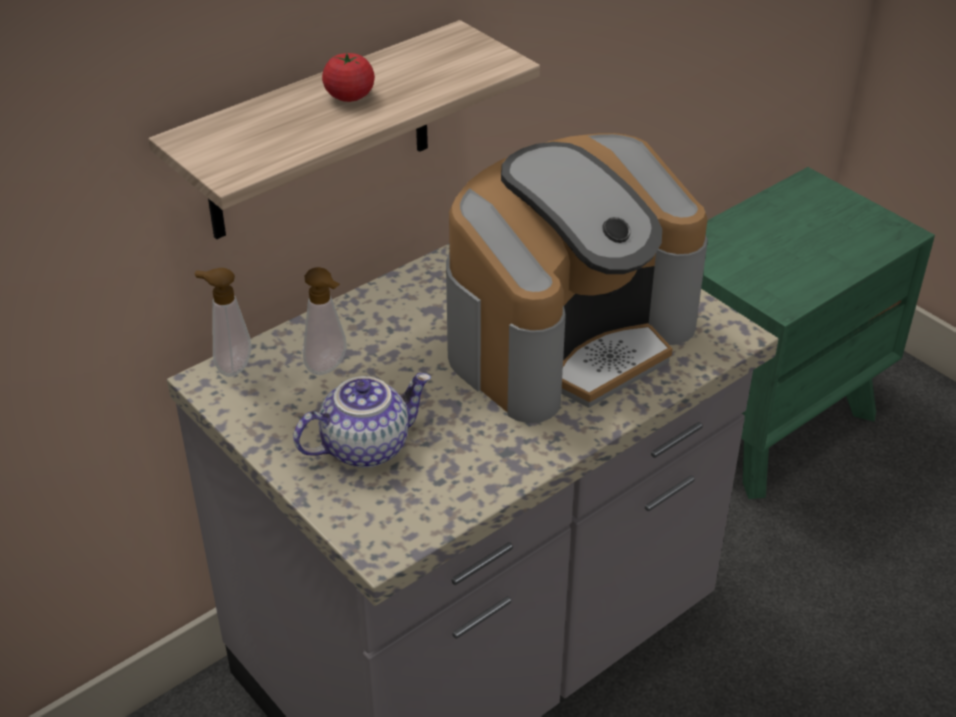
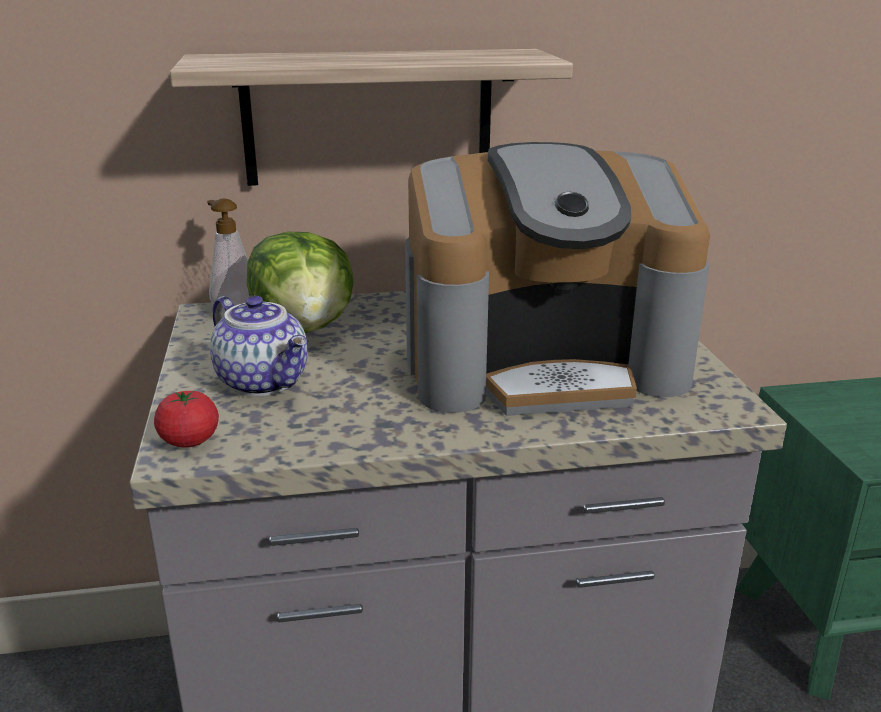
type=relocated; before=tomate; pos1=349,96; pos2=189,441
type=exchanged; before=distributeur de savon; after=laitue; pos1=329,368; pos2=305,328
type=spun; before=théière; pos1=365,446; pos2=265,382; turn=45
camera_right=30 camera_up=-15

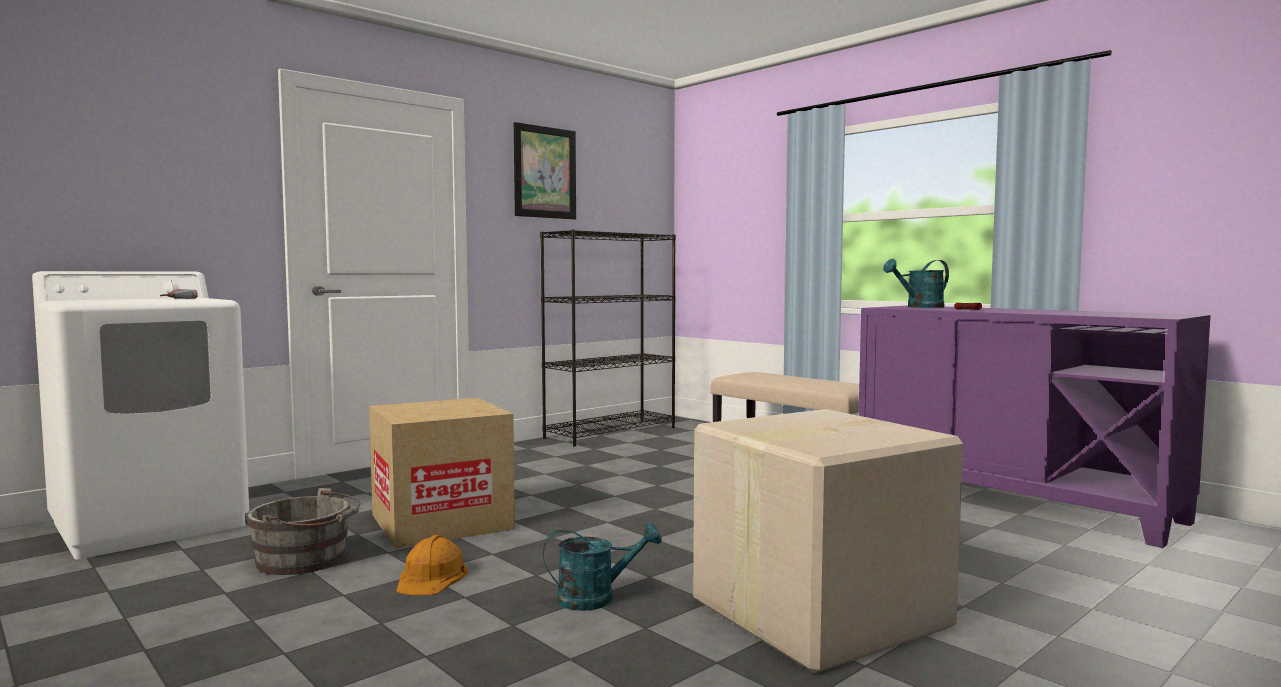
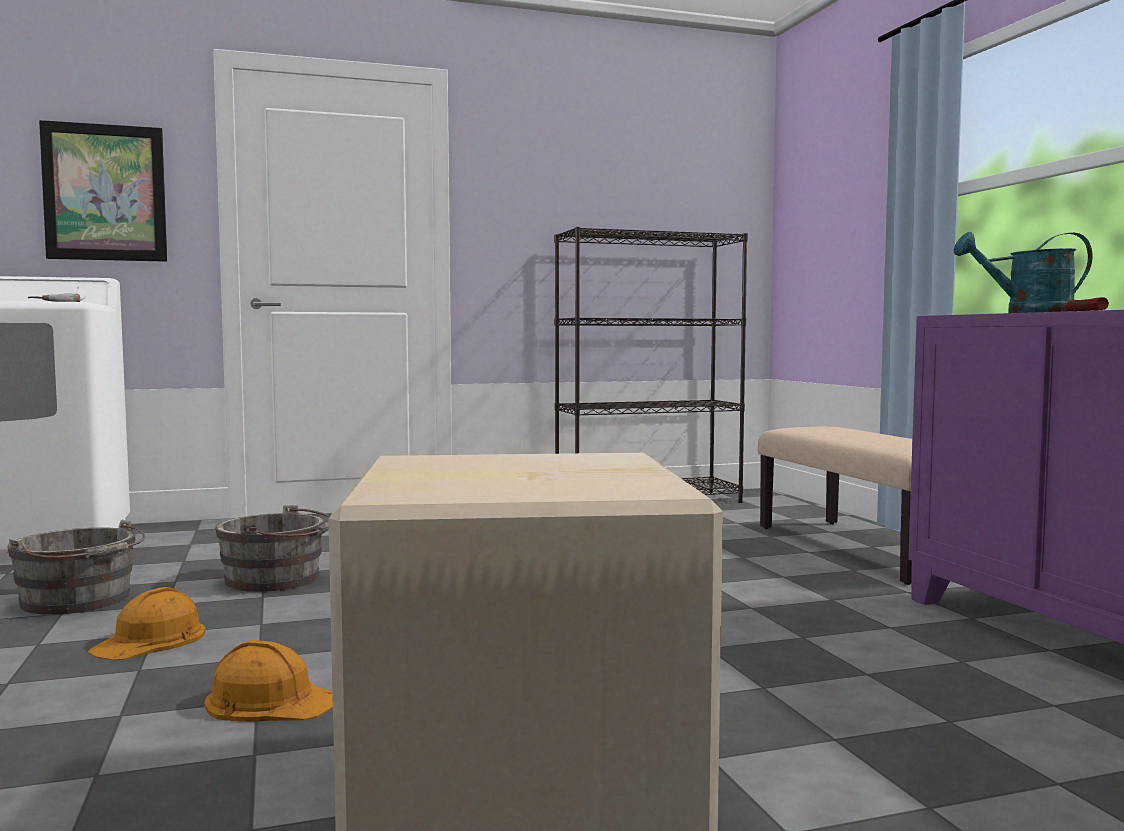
type=relocated; before=tableau; pos1=545,172; pos2=105,193
type=exchanged; before=carton; after=seau/gris; pos1=441,521; pos2=278,579
type=exchanged; before=arrosoir/turquoise; after=casque de chantier/orange; pos1=596,598; pos2=270,701
camera_right=25 camera_up=0

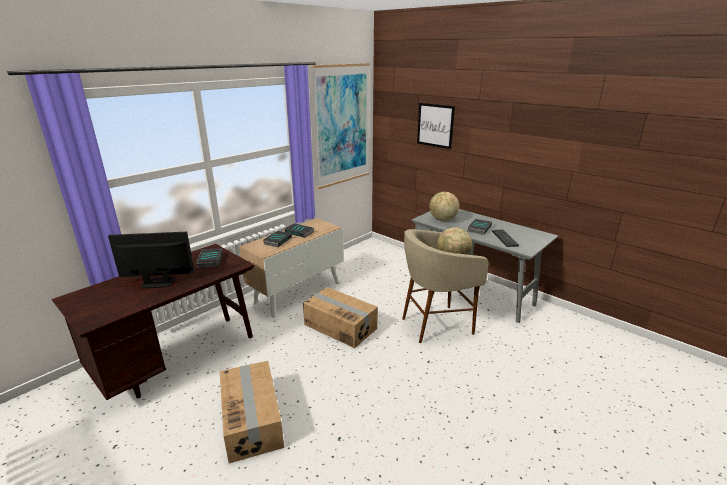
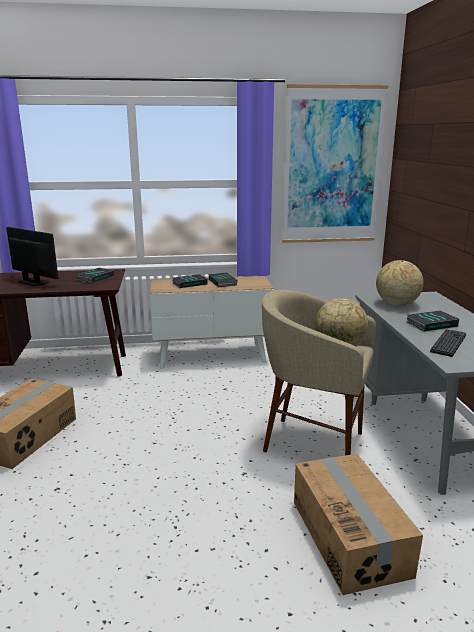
type=missing; before=tableau; pos1=435,125
type=relocated; before=carton; pos1=340,326; pos2=350,536
camera_right=40 camera_up=-5

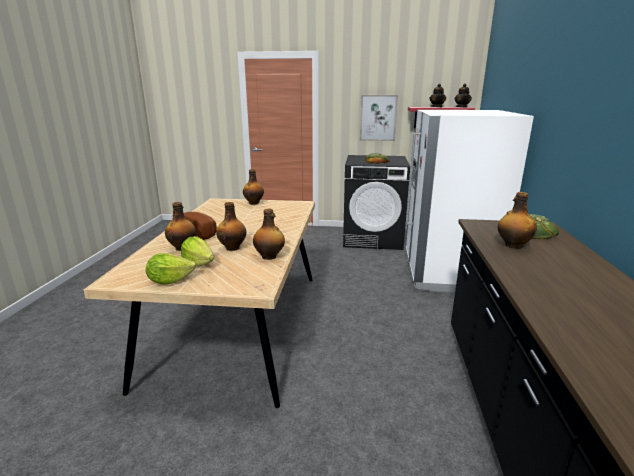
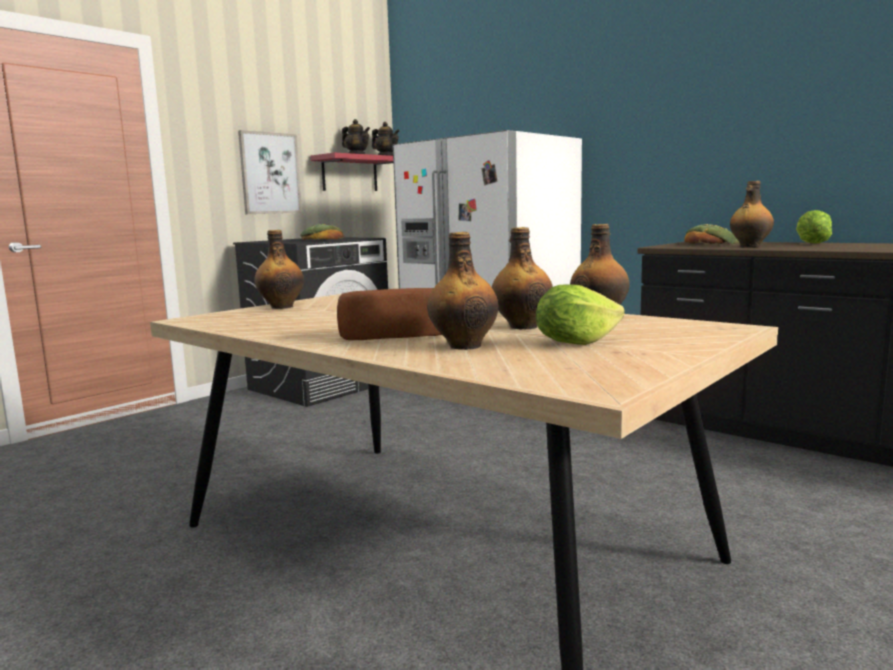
type=relocated; before=laitue; pos1=170,281; pos2=811,243
camera_right=-55 camera_up=-10

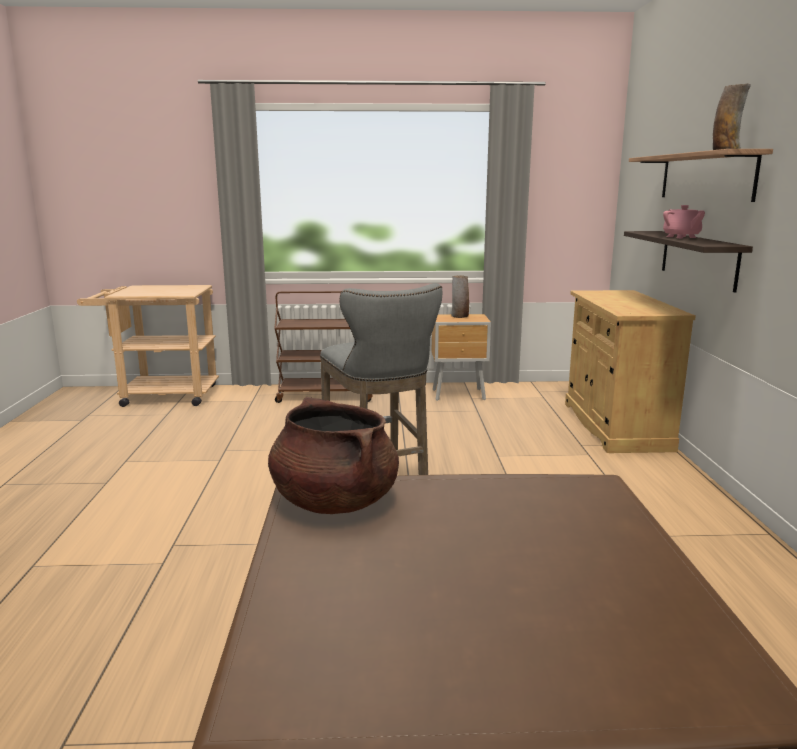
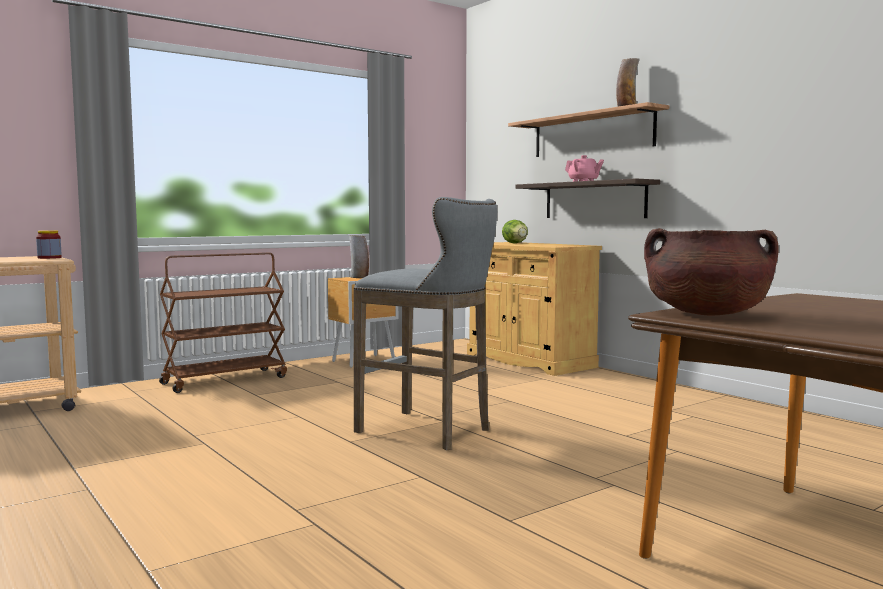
type=appeared; after=laitue; pos2=515,243
type=appeared; after=bocal; pos2=49,258
camera_right=-35 camera_up=-10

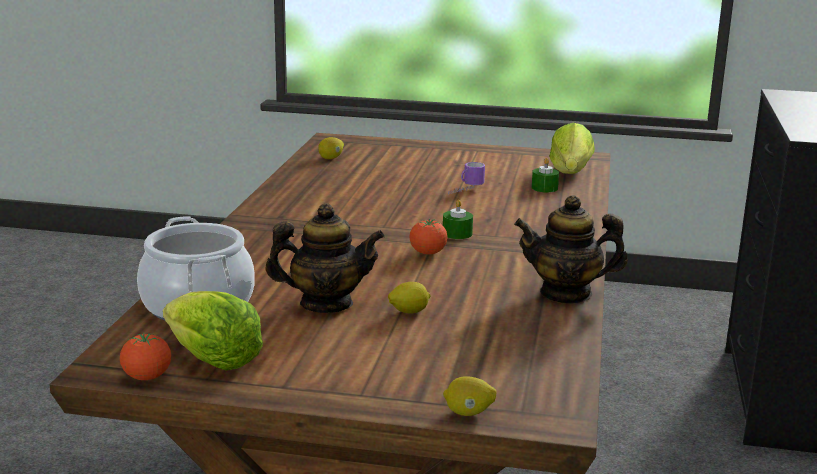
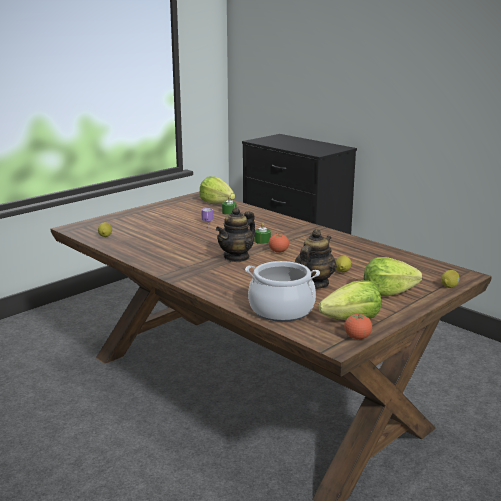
type=relocated; before=théière; pos1=566,293; pos2=236,257
type=appeared; after=laitue; pos2=388,293
camera_right=-55 camera_up=0

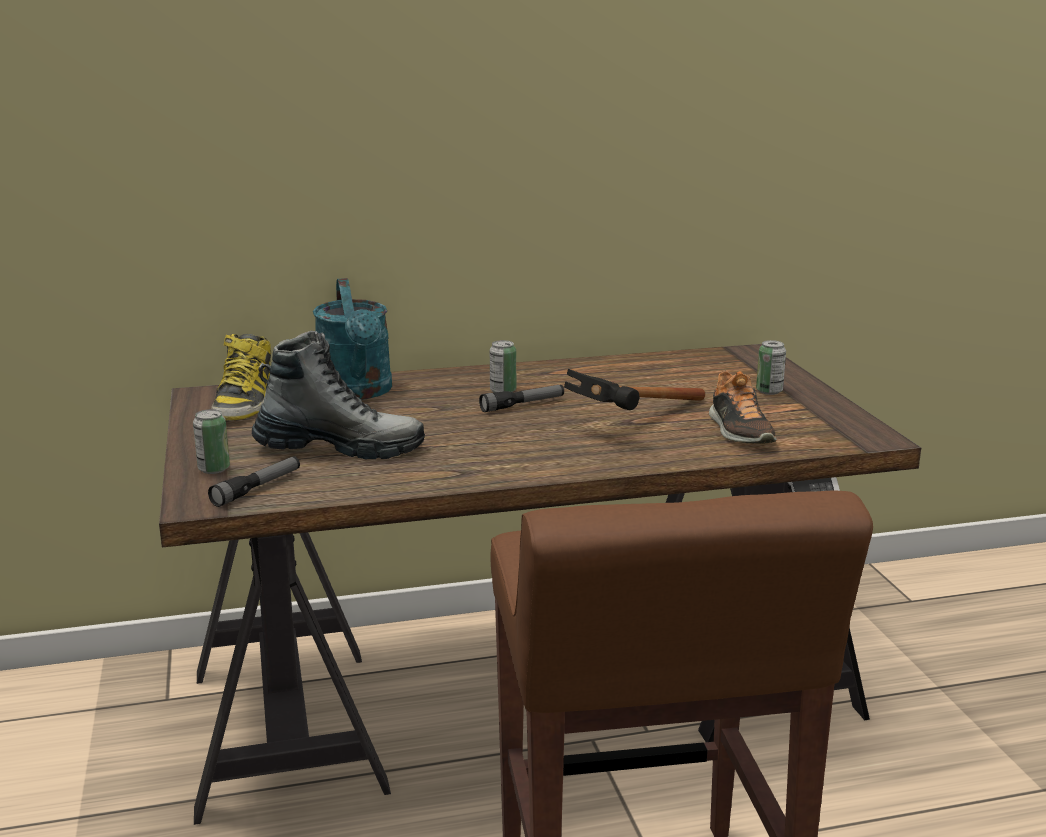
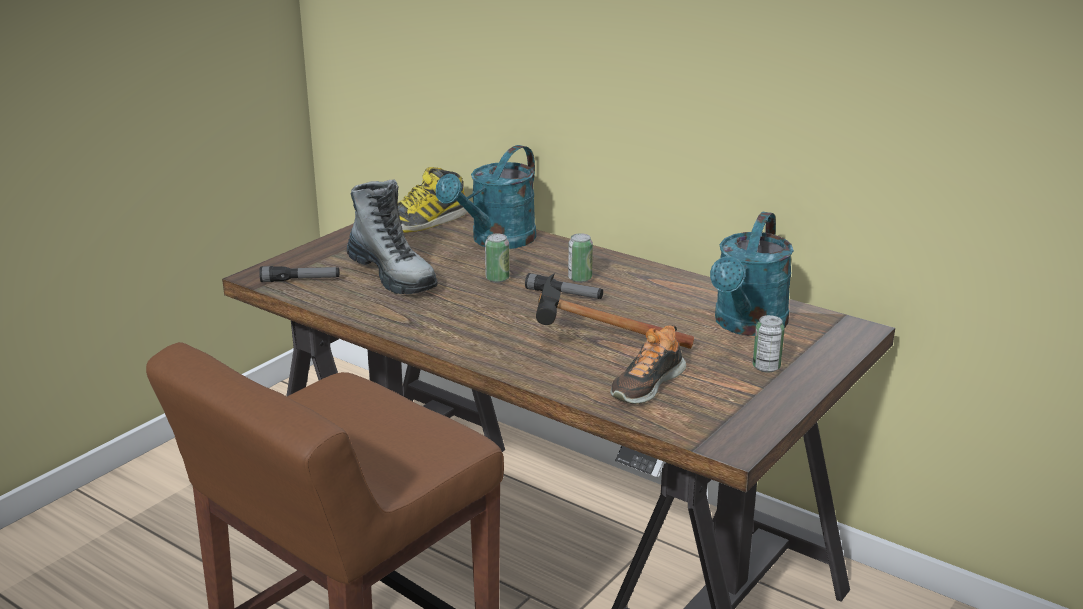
type=relocated; before=boîte métallique; pos1=214,469; pos2=497,279
type=appeared; after=arrosoir/turquoise; pos2=747,325
camera_right=50 camera_up=5

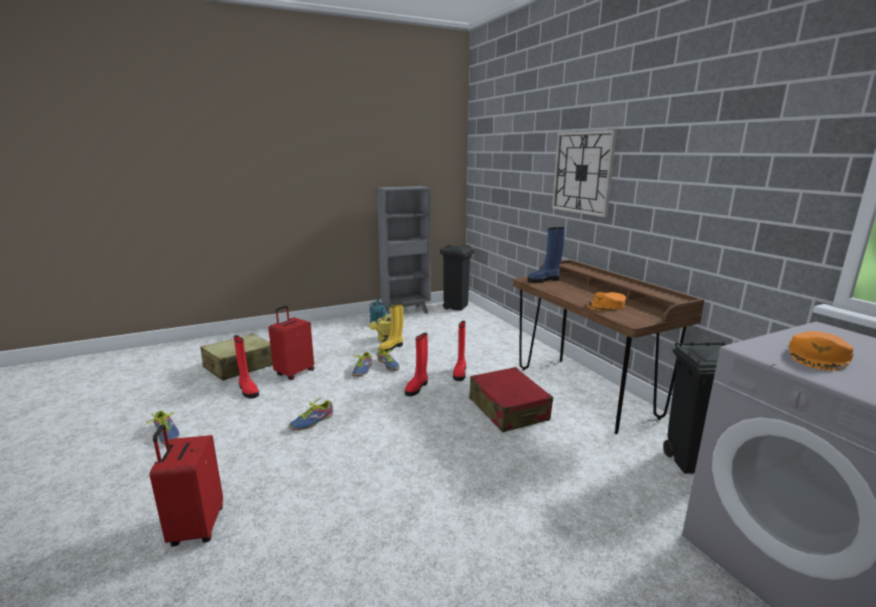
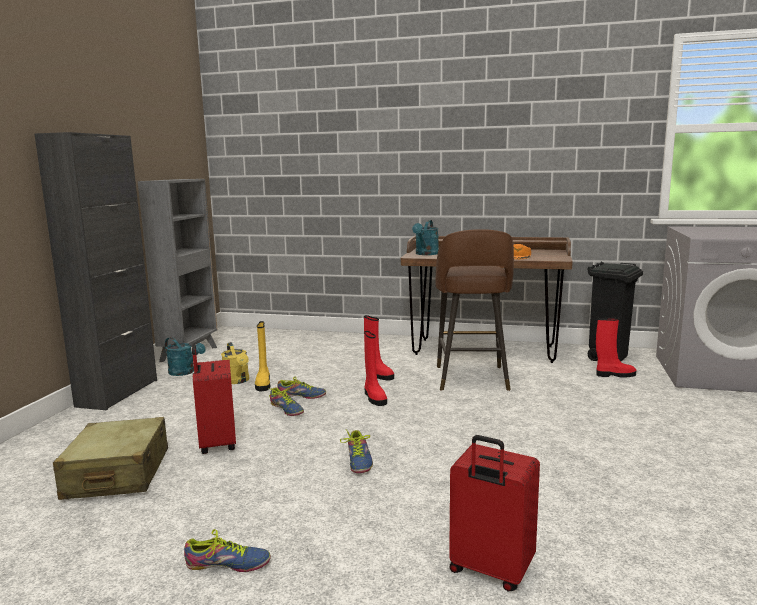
type=missing; before=horloge murale; pos1=582,172
type=exchanged; before=botte/bleu; after=arrosoir/turquoise; pos1=544,280; pos2=426,254
type=missing; before=poubelle/noir; pos1=456,307
type=missing; before=casquette/orange; pos1=819,357
type=relocated; before=botte/rouge; pos1=248,390; pos2=614,375
type=exchanged; before=valise/rouge; after=tabouret/marron; pos1=508,410; pos2=471,379
type=appeared; after=meuble de rangement/noir; pos2=117,393
camera_right=-50 camera_up=-5

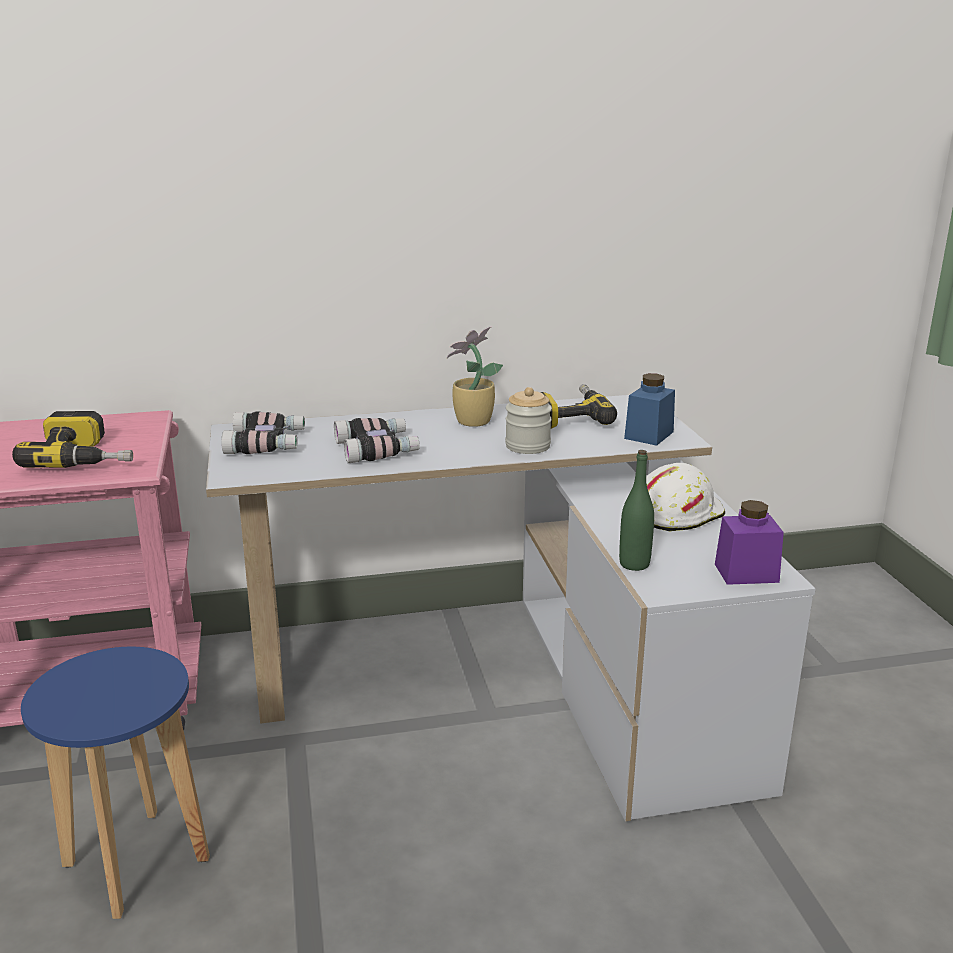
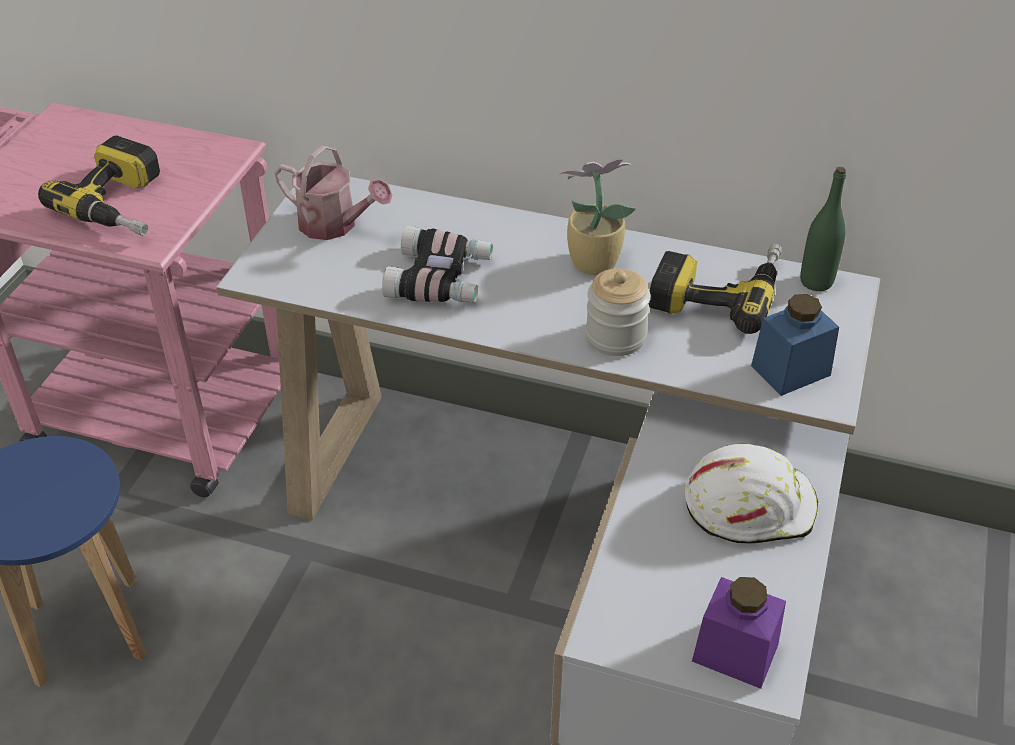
type=exchanged; before=jumelles; after=arrosoir; pos1=267,443; pos2=335,225
type=relocated; before=bouteille/vert; pos1=634,564; pos2=816,282
camera_right=30 camera_up=20

